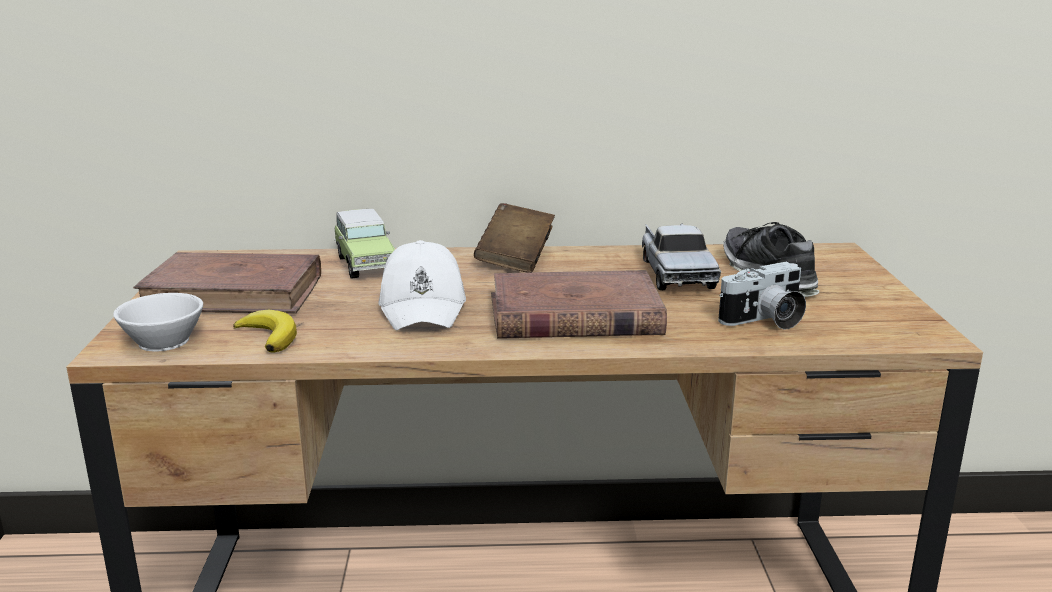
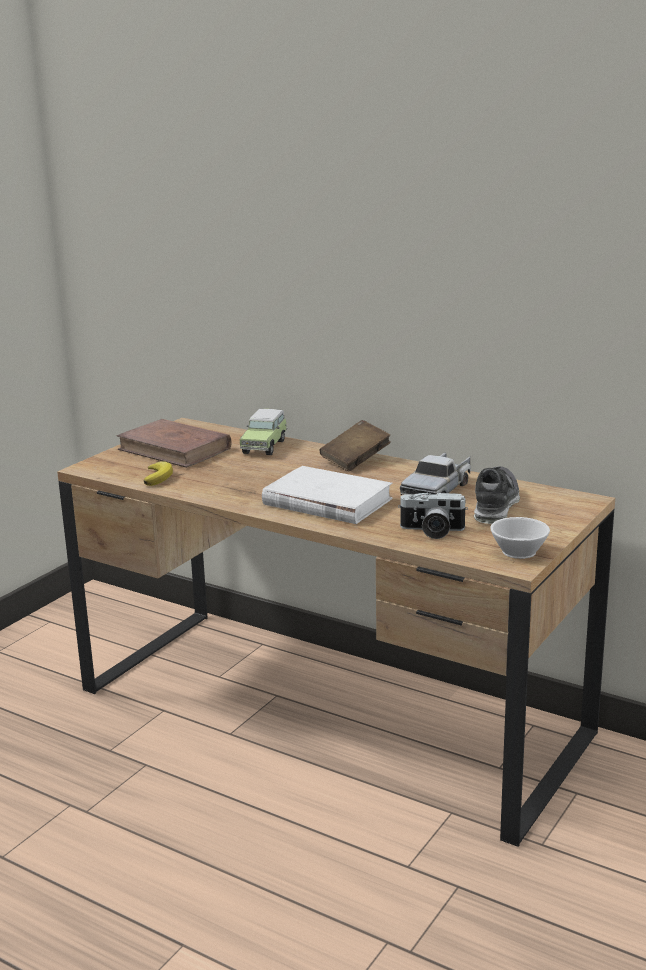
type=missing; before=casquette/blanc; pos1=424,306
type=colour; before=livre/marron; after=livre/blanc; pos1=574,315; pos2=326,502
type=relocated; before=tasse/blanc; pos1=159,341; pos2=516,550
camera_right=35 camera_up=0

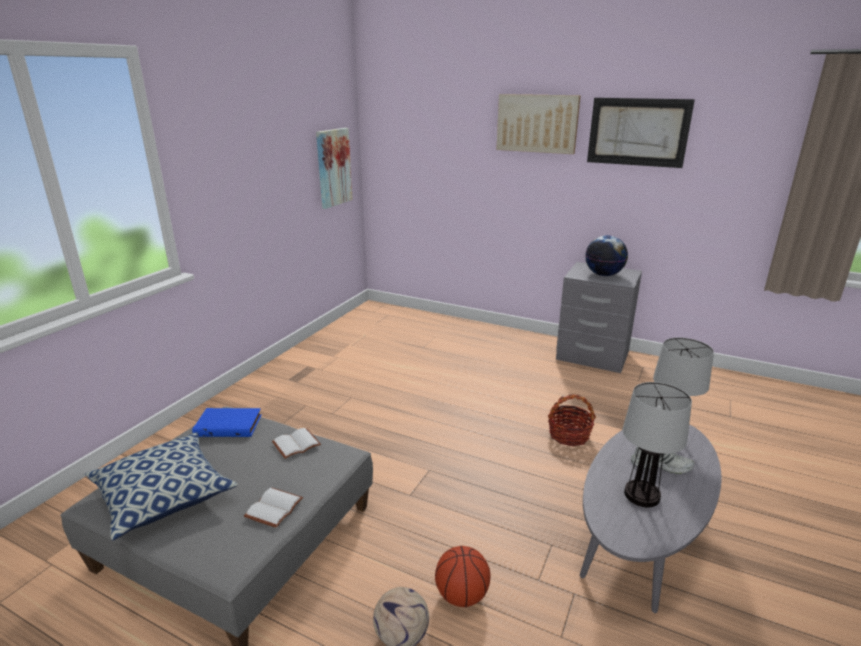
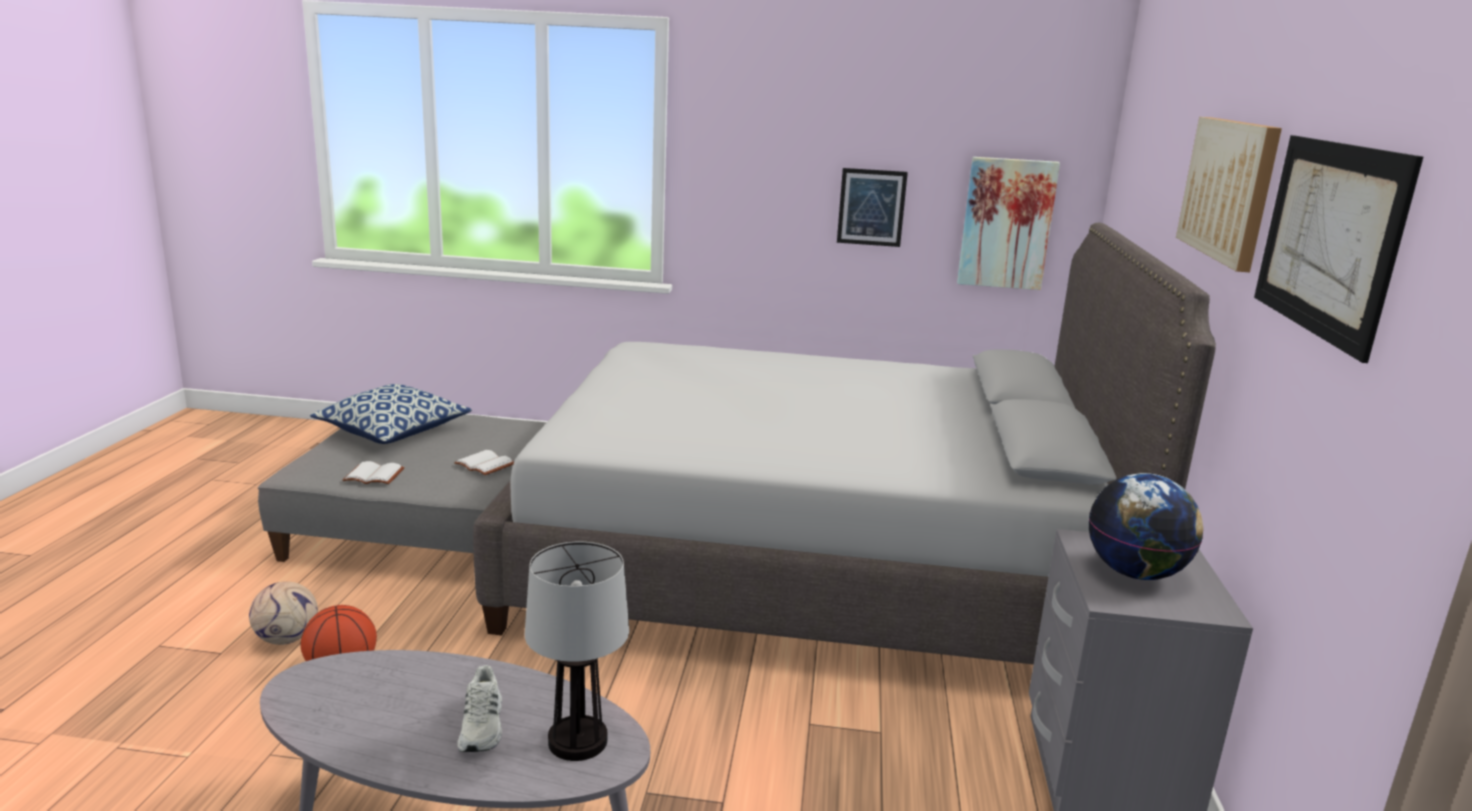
type=missing; before=lampe de table; pos1=642,495
type=missing; before=panier; pos1=569,435
type=missing; before=livre/bleu; pos1=229,425
type=appeared; after=tableau; pos2=871,207
type=appeared; after=lit/gris; pos2=812,563
camera_right=70 camera_up=-5

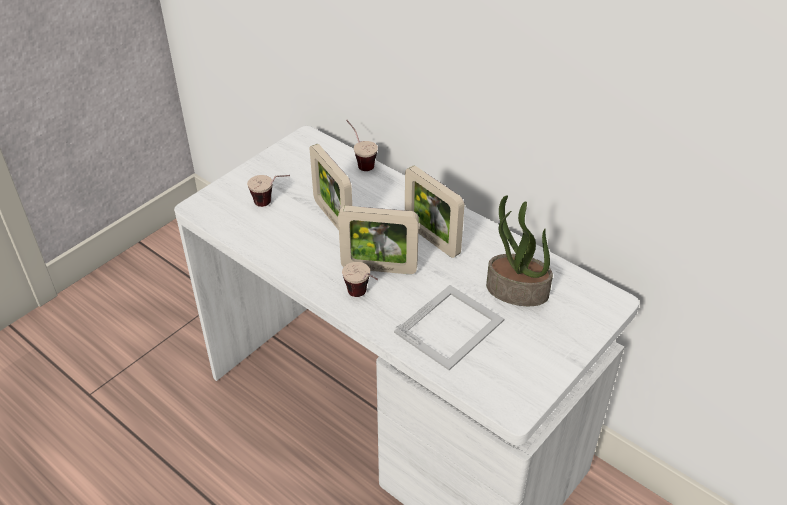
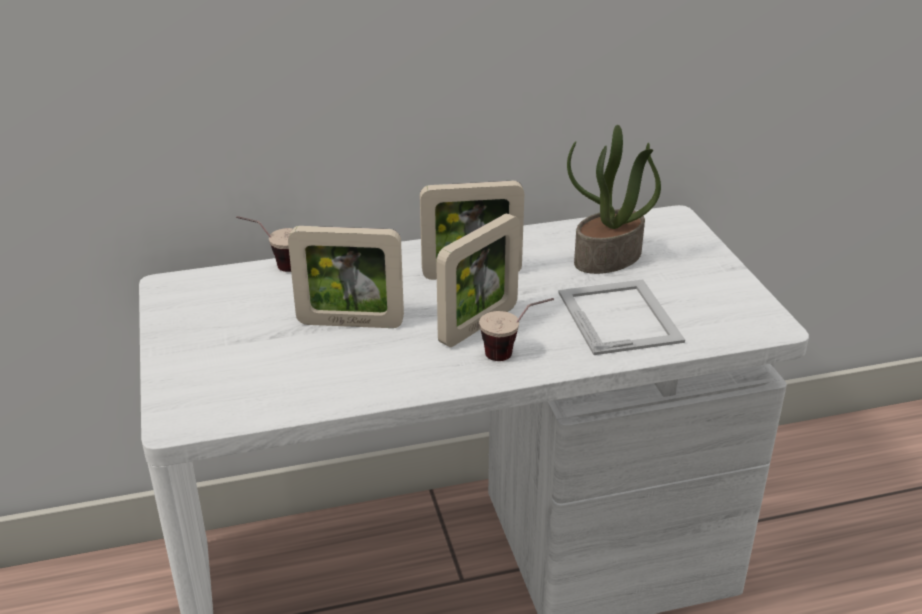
type=missing; before=tasse; pos1=272,203
camera_right=-55 camera_up=-10

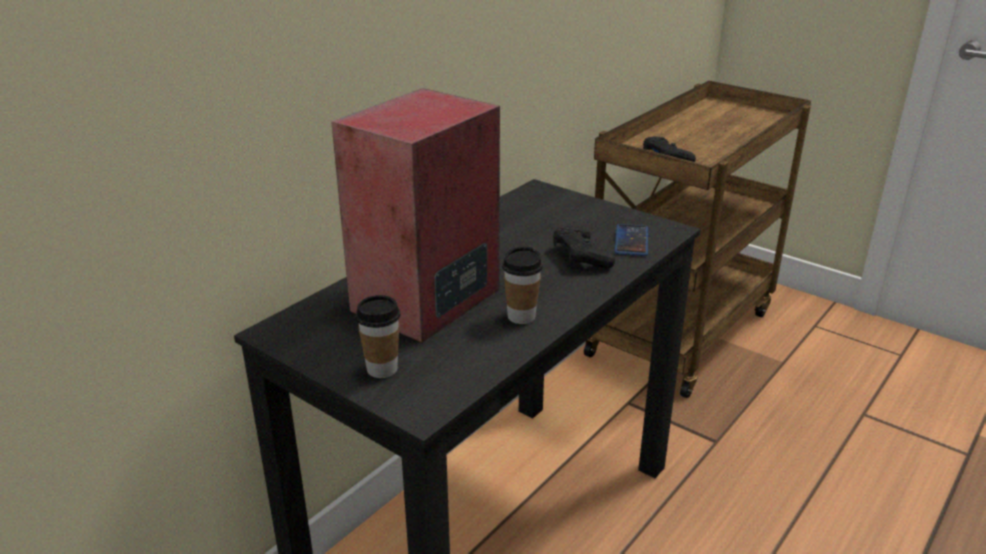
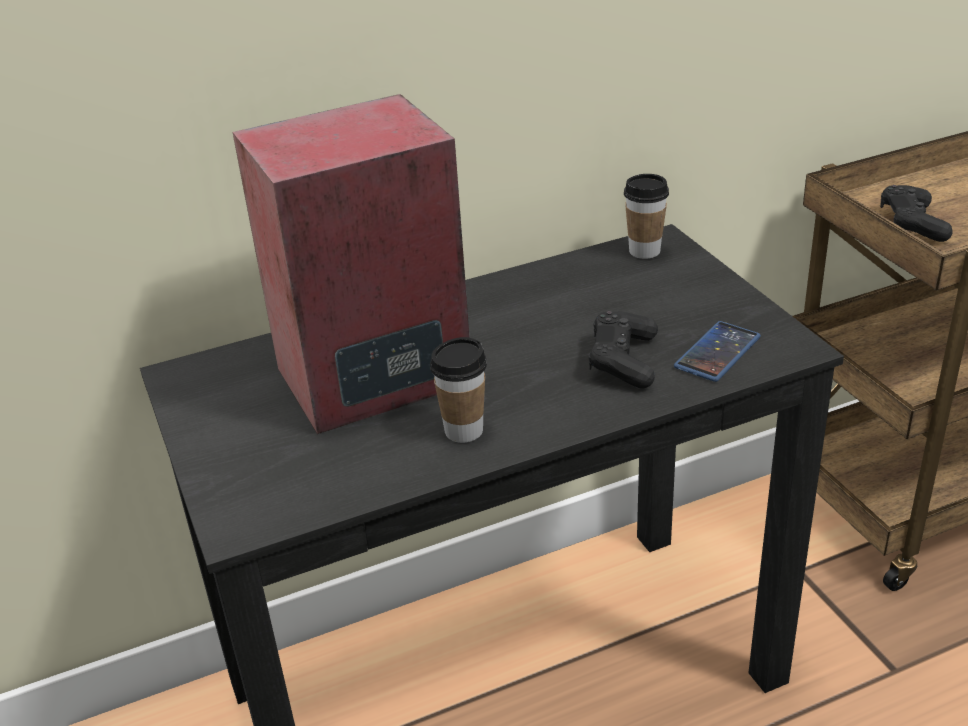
type=relocated; before=tasse; pos1=382,369; pos2=644,251
camera_right=30 camera_up=5

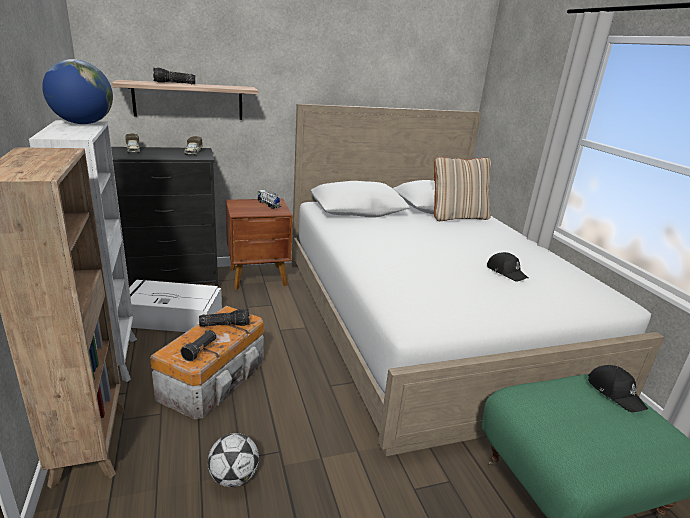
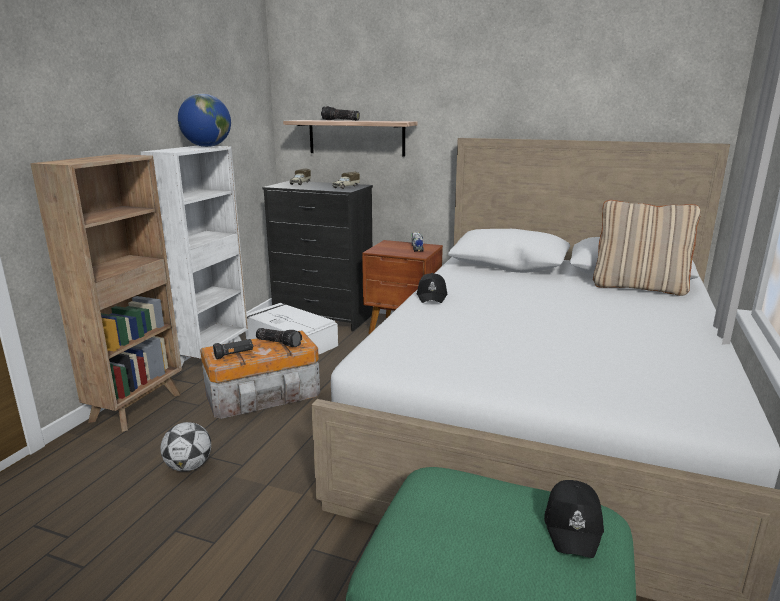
type=relocated; before=casquette/noir; pos1=506,272; pos2=432,296
camera_right=40 camera_up=-5

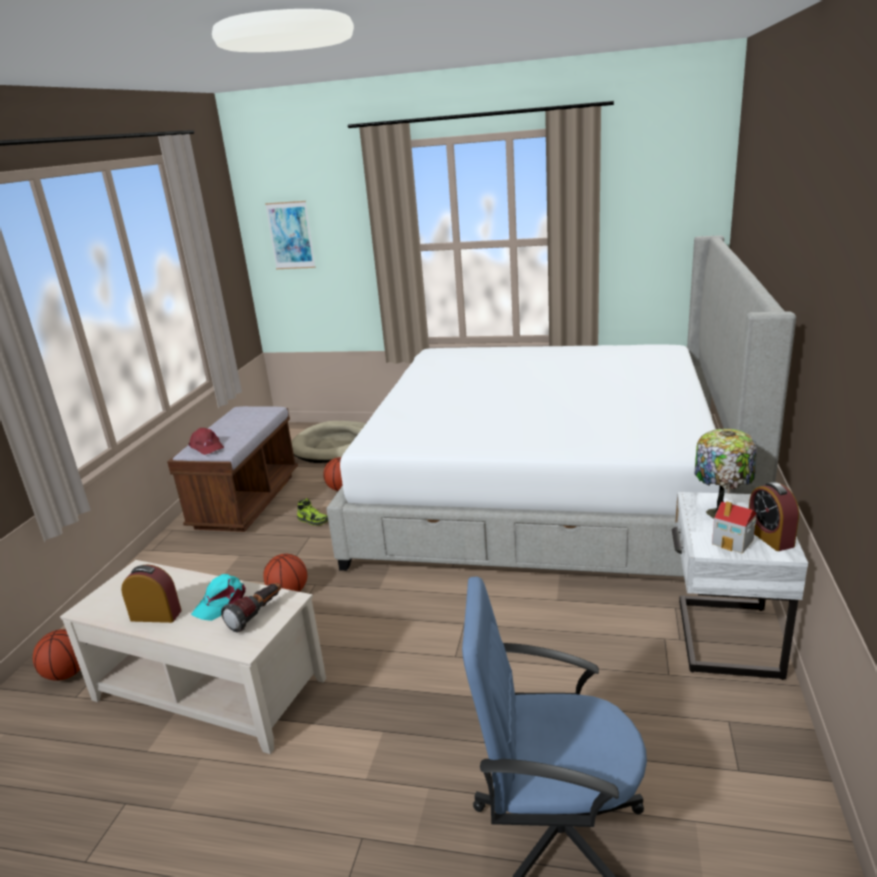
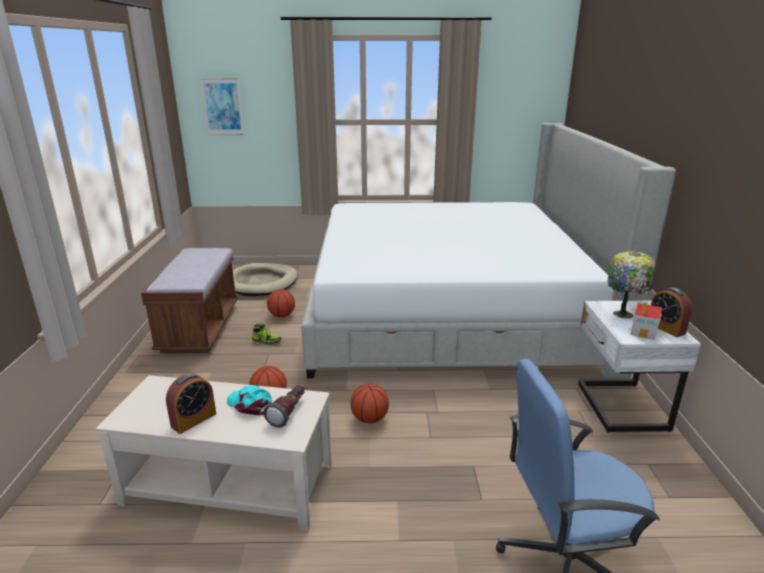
type=missing; before=casquette/rouge; pos1=206,447
type=spun; before=réveil; pos1=156,615; pos2=193,420; turn=135
type=spun; before=casquette/turquoise; pos1=221,602; pos2=250,404; turn=105
type=relocated; before=ballon de basket; pos1=67,674; pos2=370,419
camera_right=-15 camera_up=0

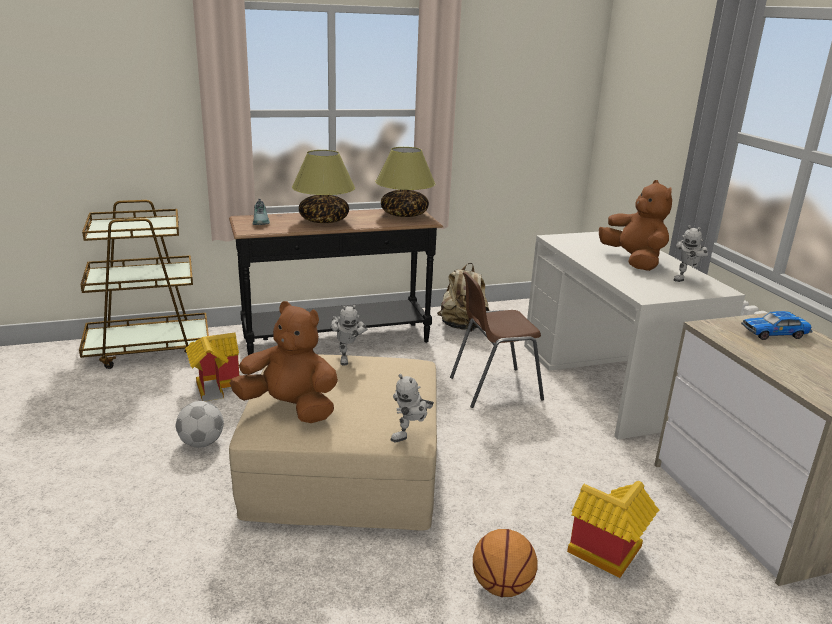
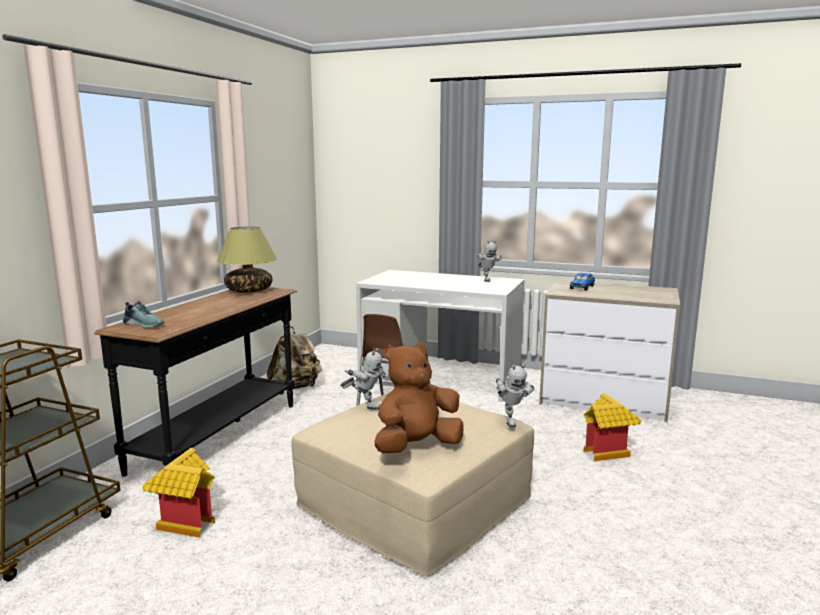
type=missing; before=lampe de table; pos1=323,220
type=missing; before=peluche/marron; pos1=633,261
type=missing; before=ballon de foot; pos1=201,443
type=missing; before=ballon de basket; pos1=501,586
camera_right=-50 camera_up=-10

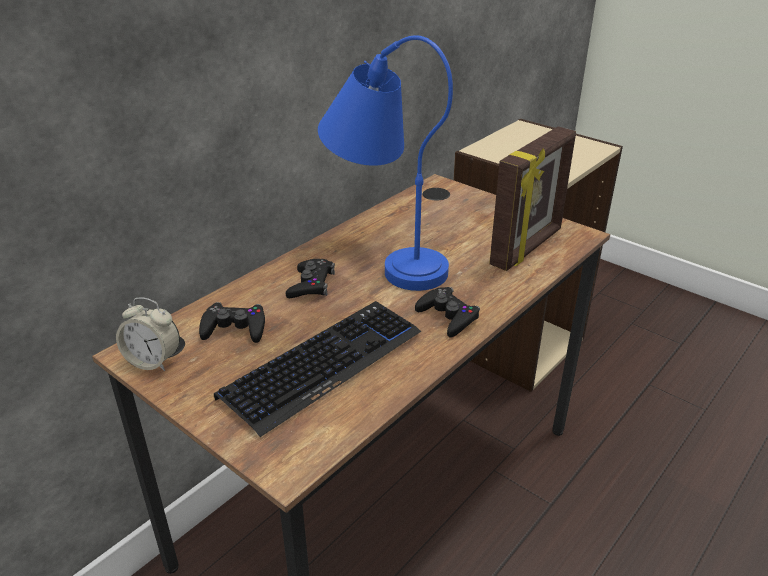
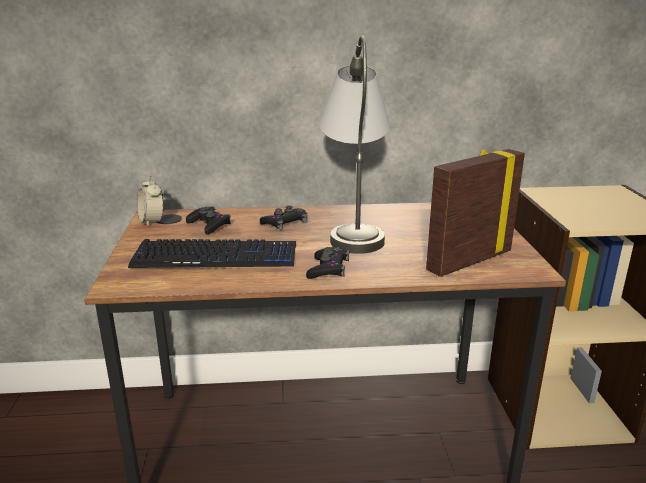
type=colour; before=lampe de table/bleu; after=lampe de table/gris; pos1=384,256; pos2=355,227
type=spun; before=cadre photo; pos1=527,248; pos2=468,260; turn=150
camera_right=45 camera_up=-10

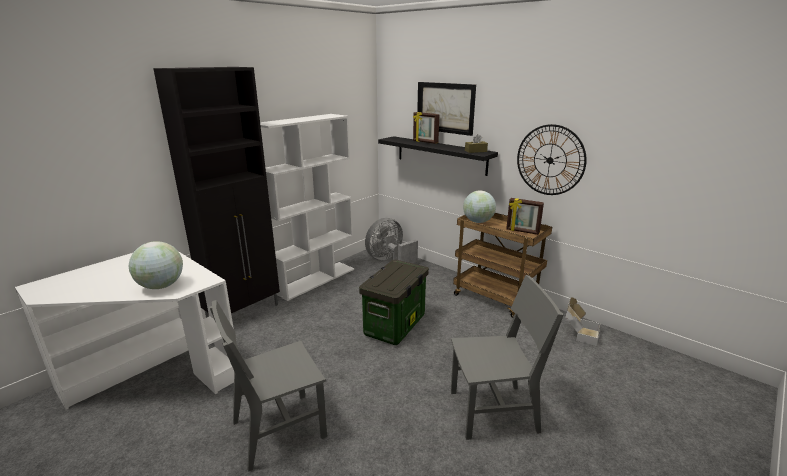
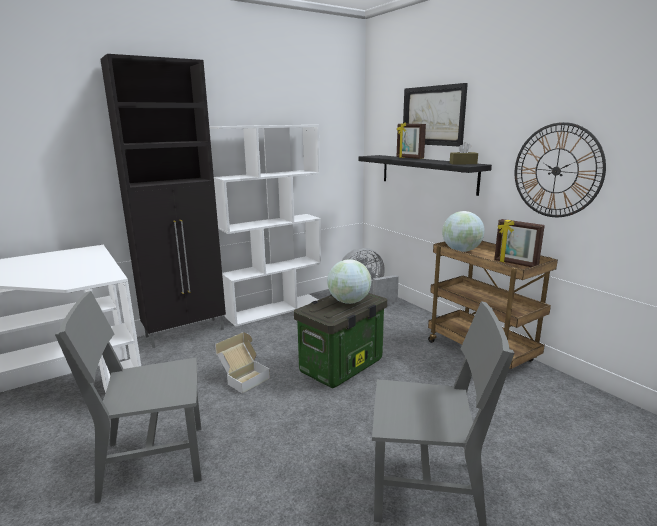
type=relocated; before=globe; pos1=161,286; pos2=349,301
type=relocated; before=carton; pos1=579,333; pos2=243,378
camera_right=15 camera_up=-5

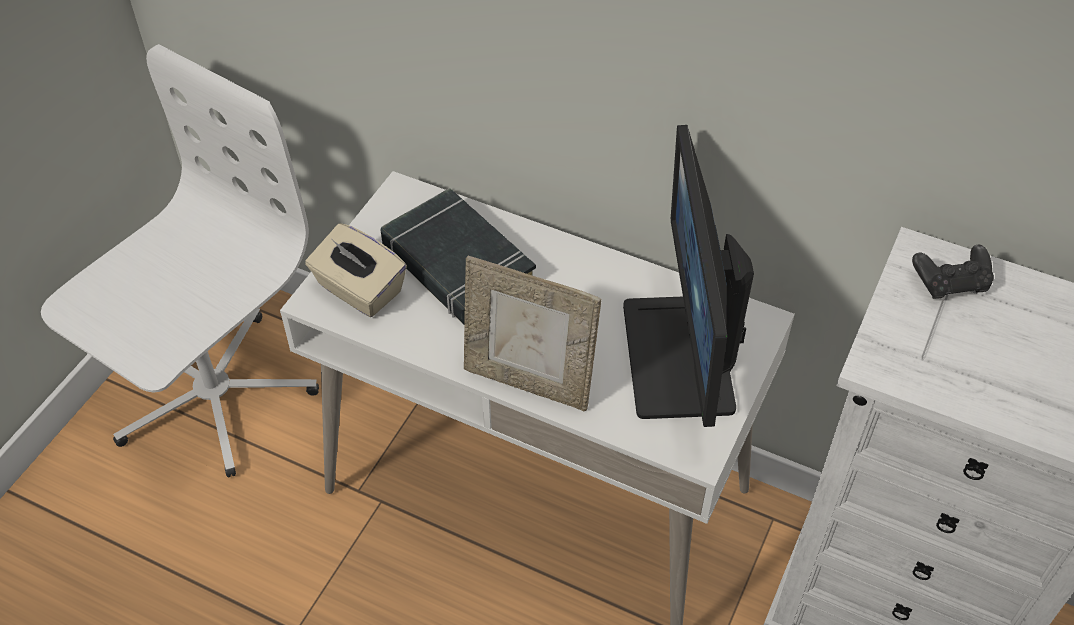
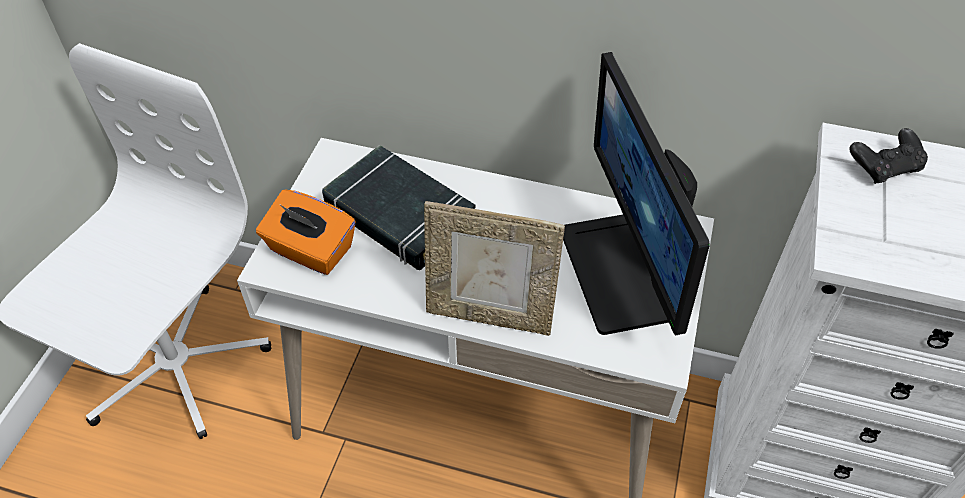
type=colour; before=boîte à mouchoirs/beige; after=boîte à mouchoirs/orange; pos1=359,290; pos2=310,251
camera_right=-10 camera_up=0

